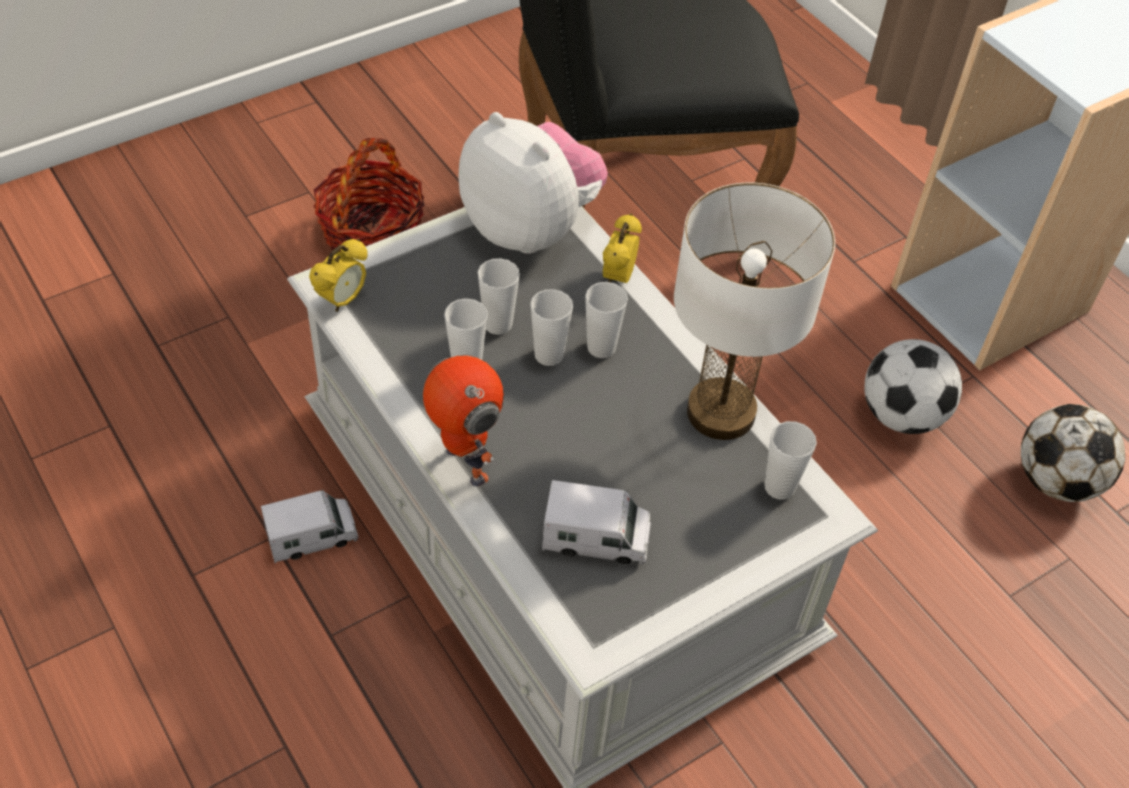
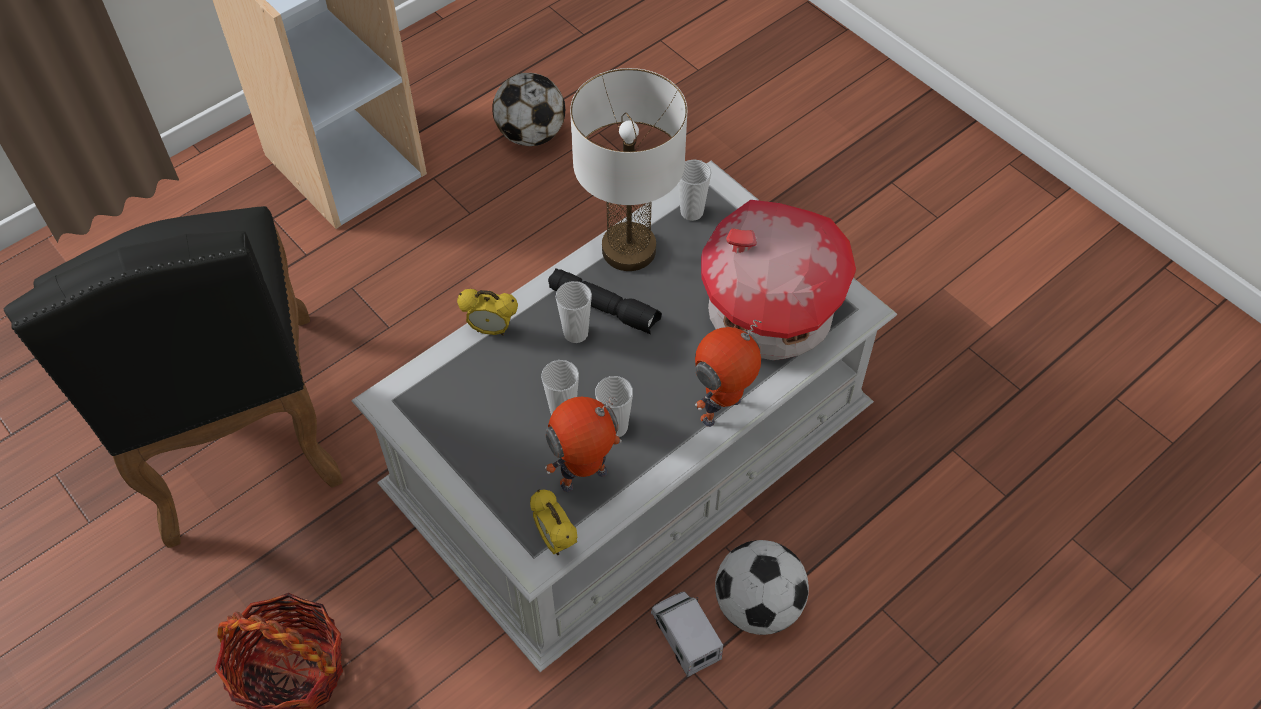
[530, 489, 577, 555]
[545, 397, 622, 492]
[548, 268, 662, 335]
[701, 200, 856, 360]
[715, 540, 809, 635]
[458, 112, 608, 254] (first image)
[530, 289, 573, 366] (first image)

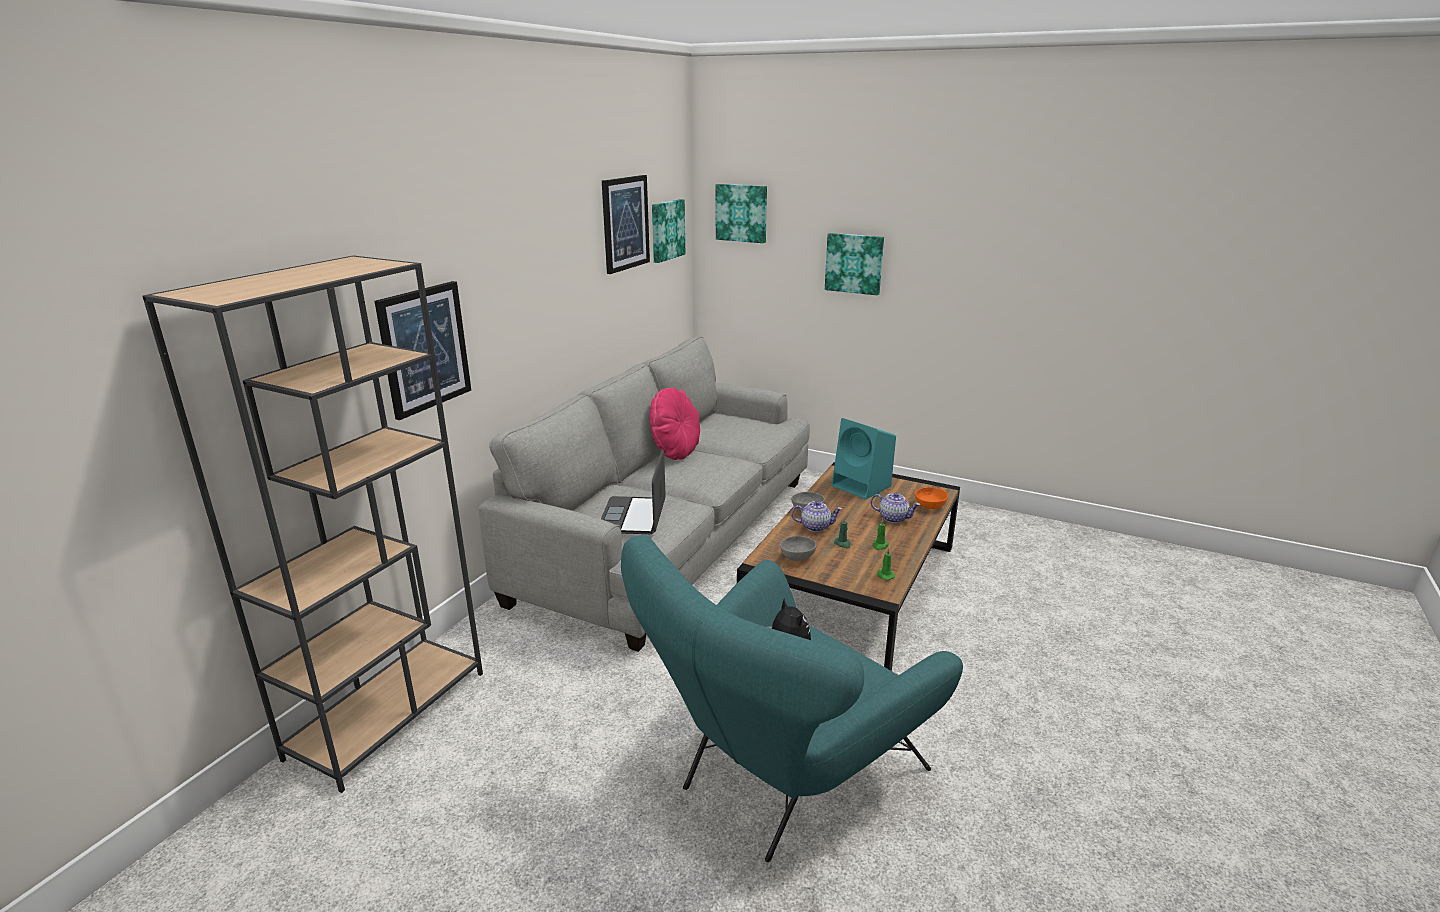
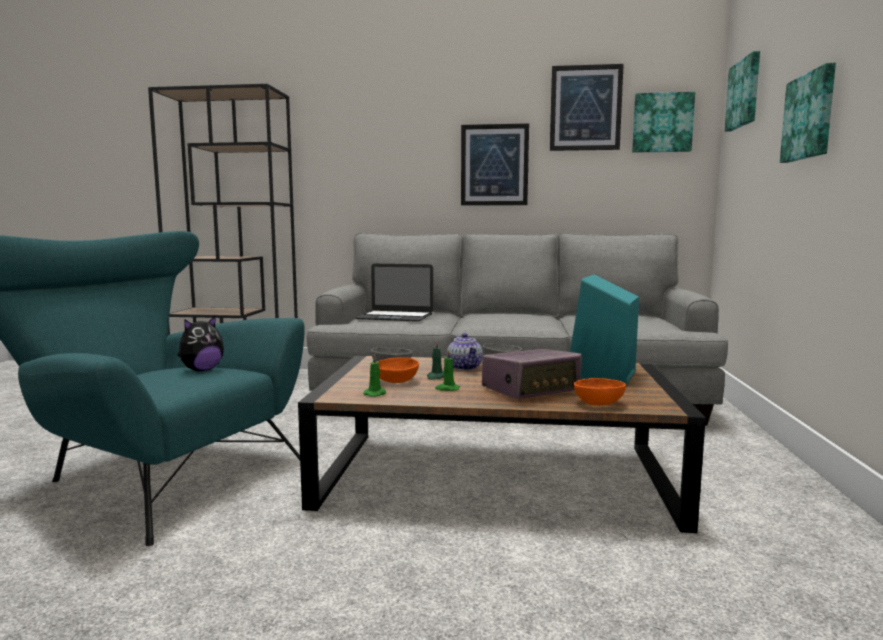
[355, 264, 433, 322]
[378, 357, 419, 383]
[461, 123, 529, 205]
[482, 349, 582, 399]
[649, 388, 700, 460] (first image)

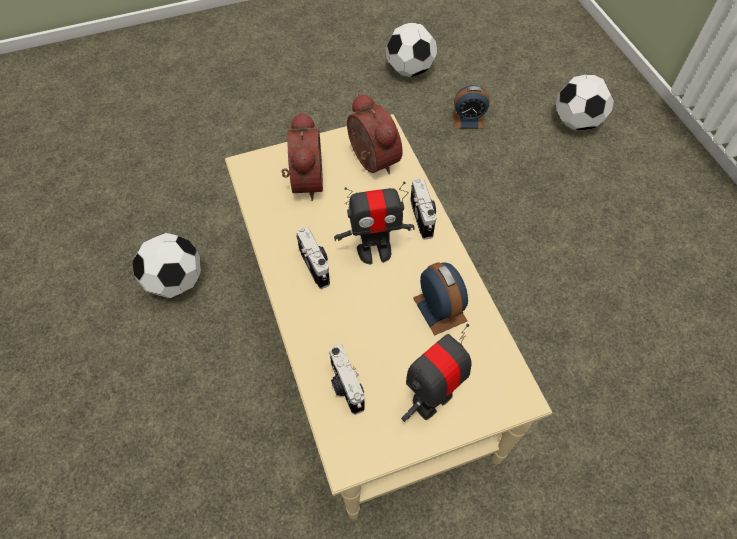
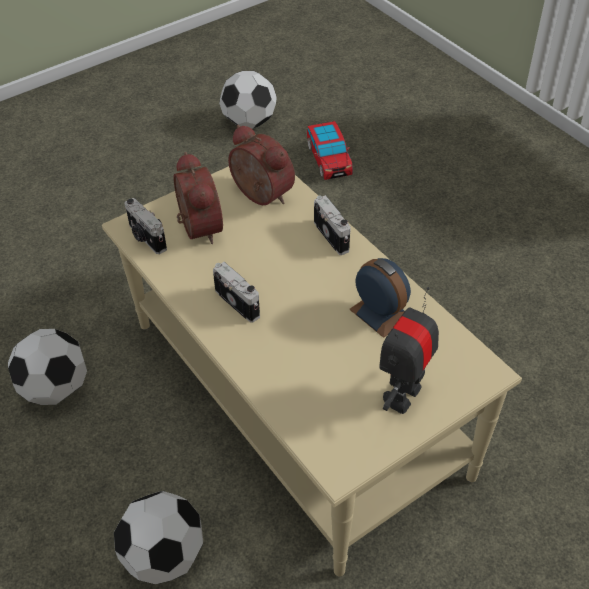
[114, 491, 203, 584]
[125, 198, 167, 254]
[307, 121, 353, 180]
[334, 181, 415, 264] (first image)

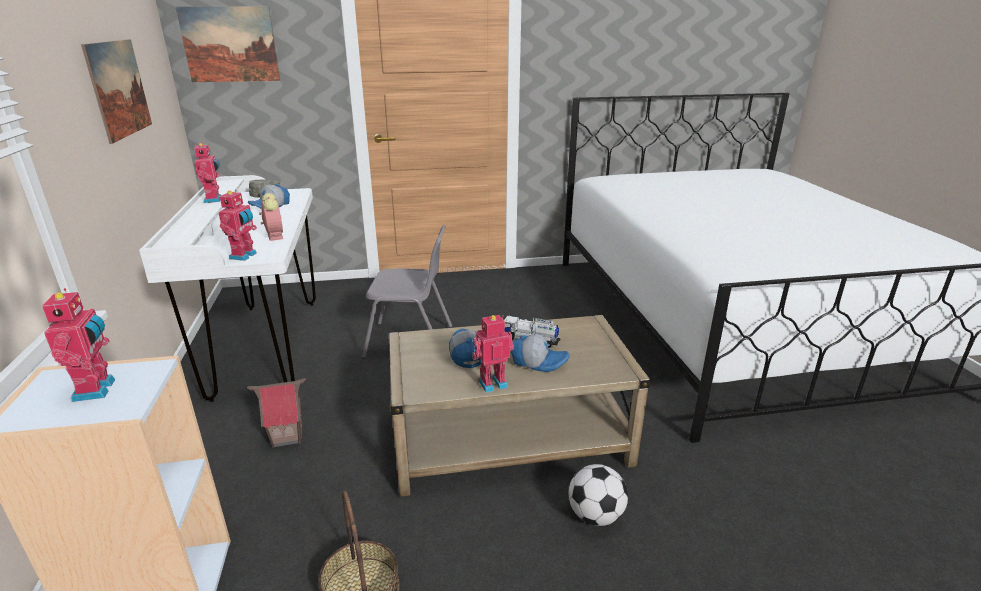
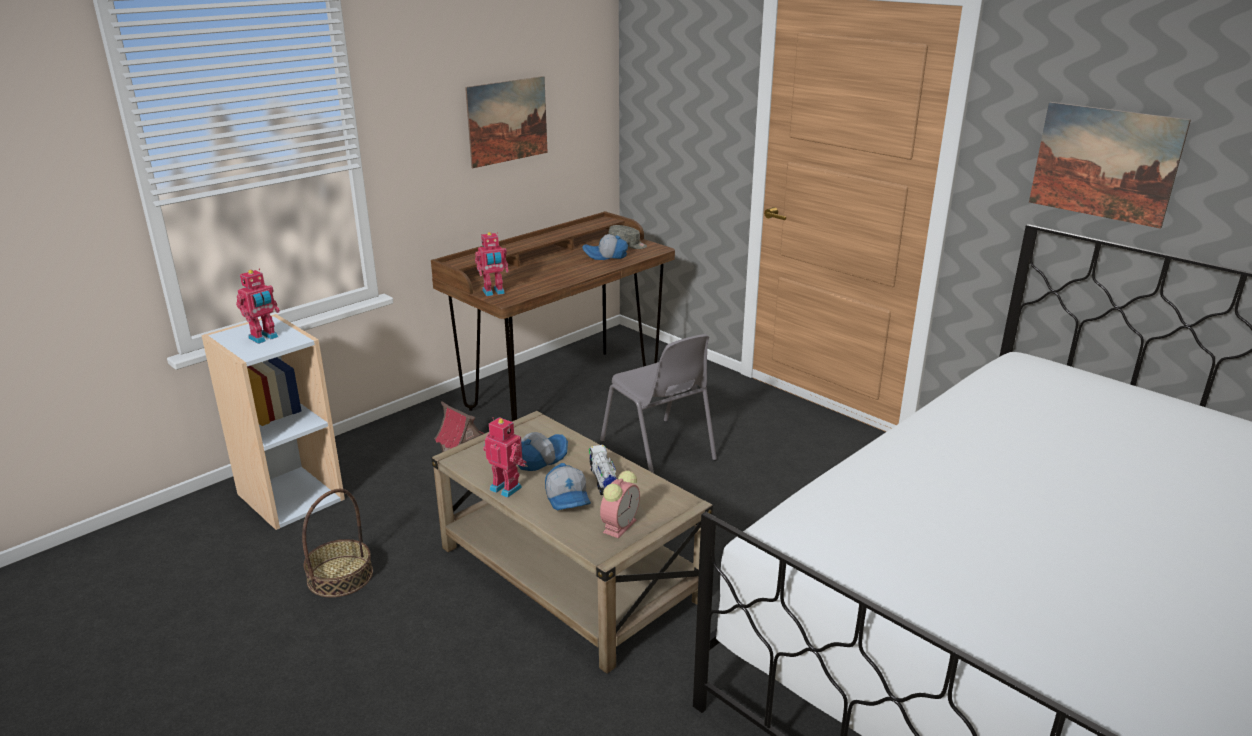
[431, 211, 675, 421]
[600, 470, 640, 538]
[1029, 102, 1191, 229]
[194, 142, 221, 203] (first image)
[569, 464, 628, 526] (first image)

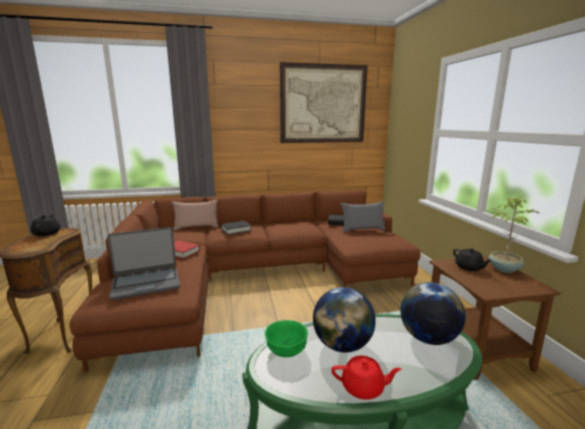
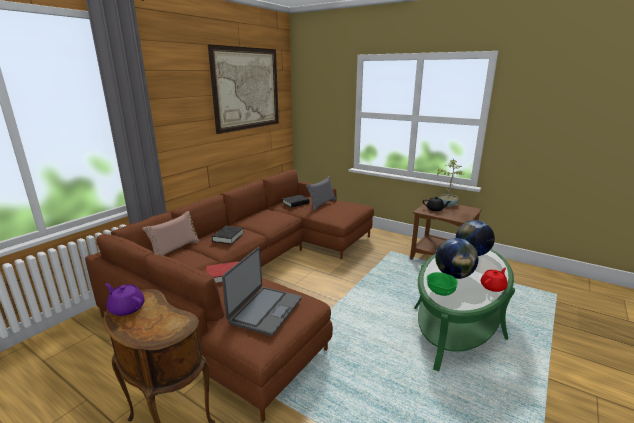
[105, 283, 144, 316]

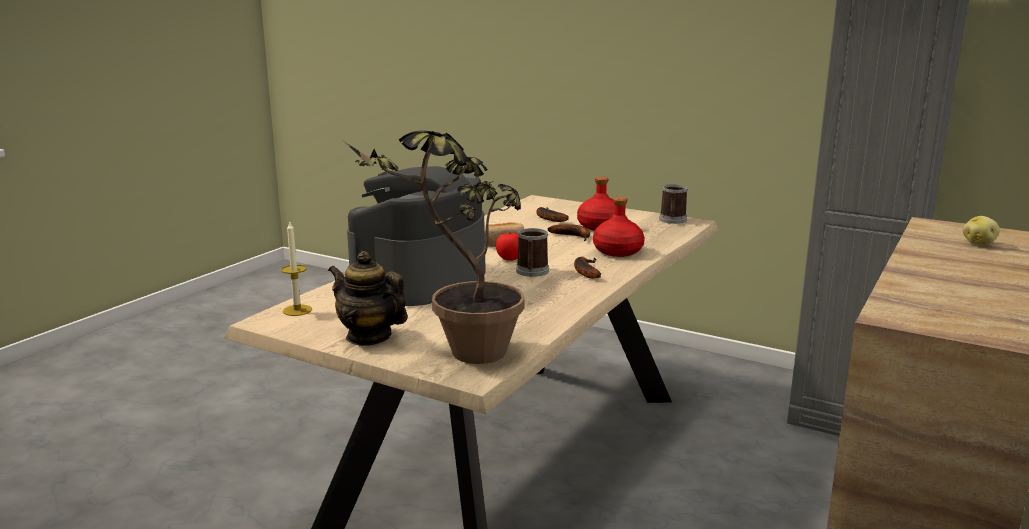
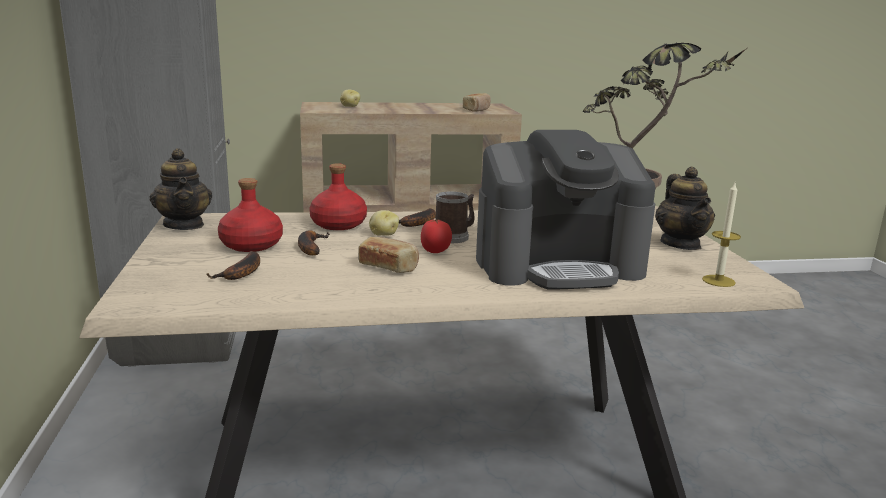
[150, 148, 212, 230]
[369, 210, 399, 235]
[463, 93, 491, 112]

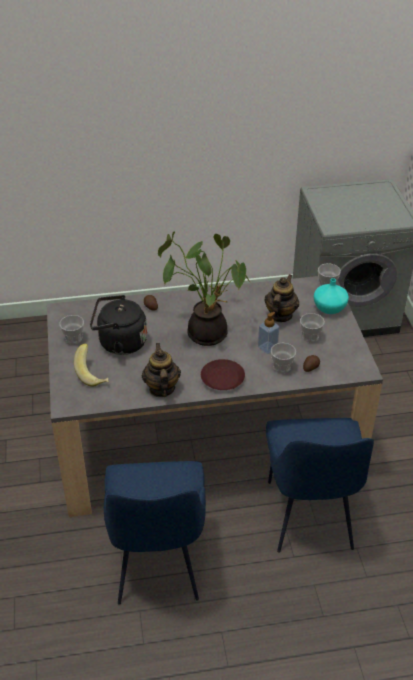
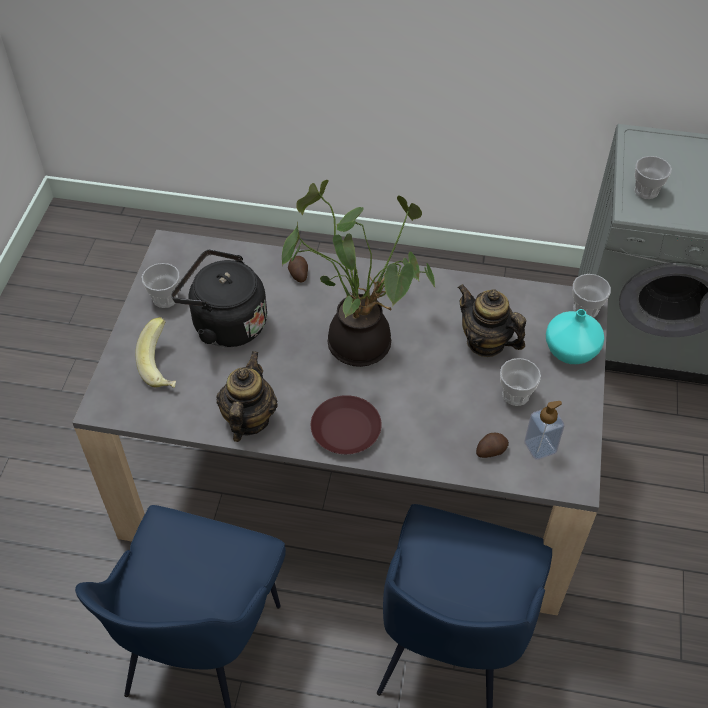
[457, 284, 526, 357]
[525, 401, 564, 460]
[635, 156, 672, 199]

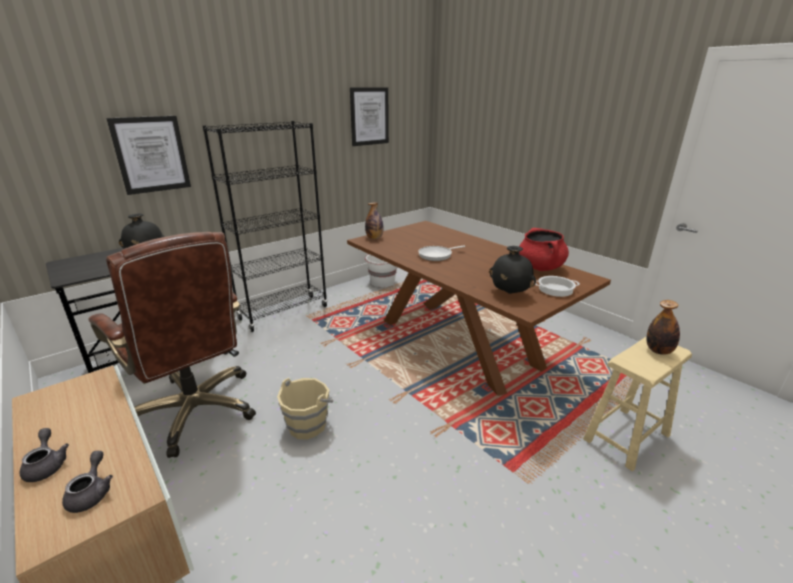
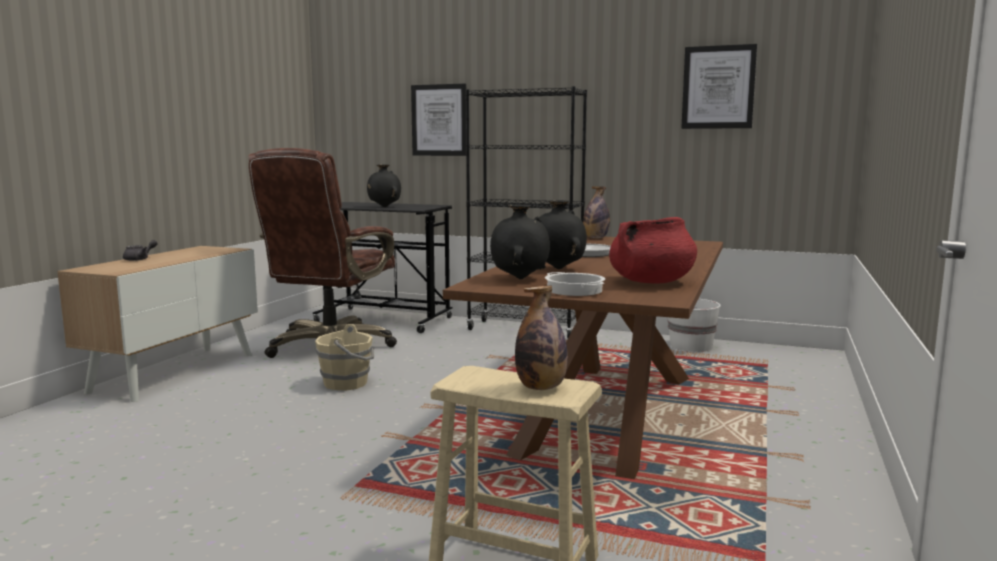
[539, 200, 587, 269]
[62, 451, 113, 513] (first image)

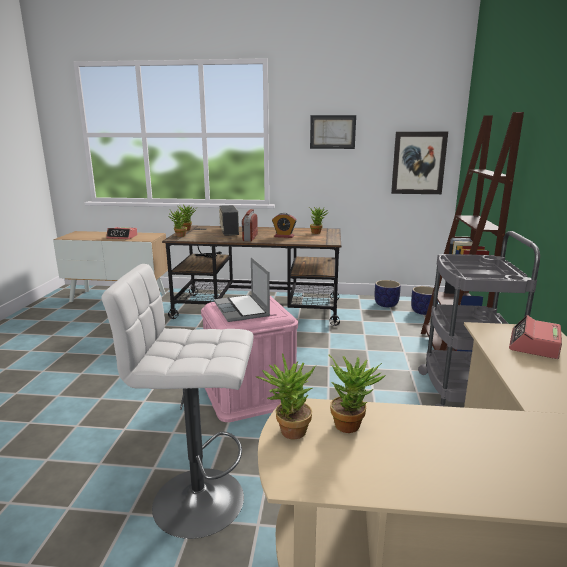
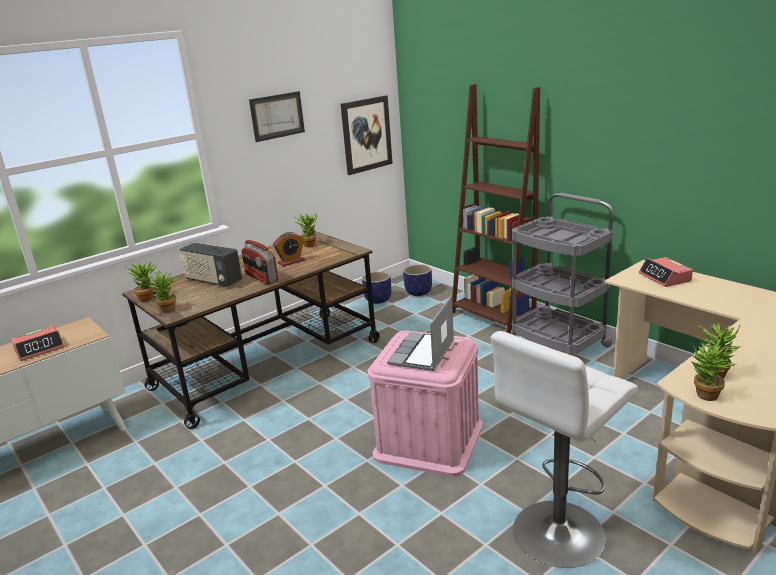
[387, 295, 454, 371]

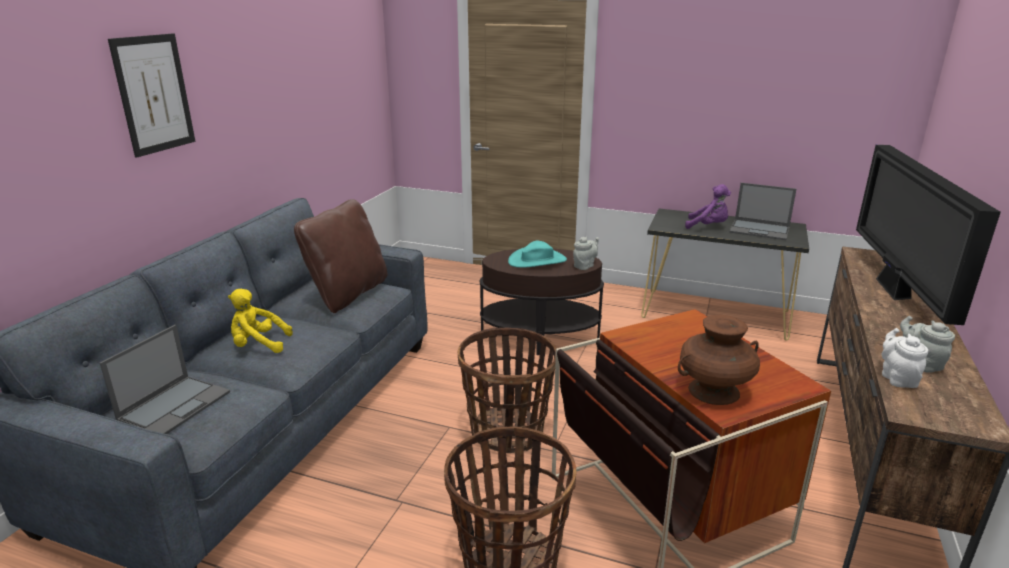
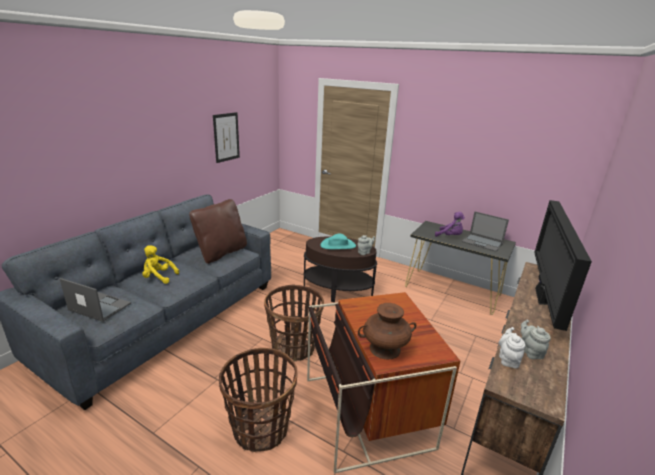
[60, 278, 131, 322]
[213, 112, 240, 163]

